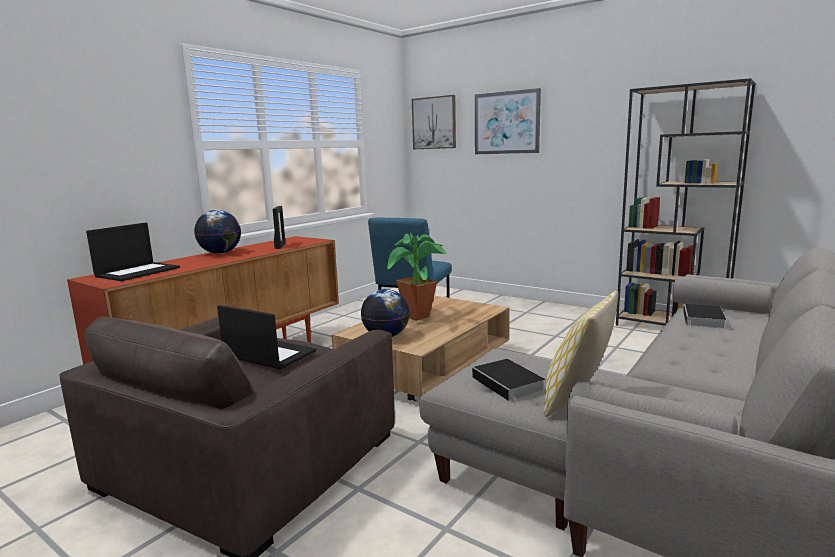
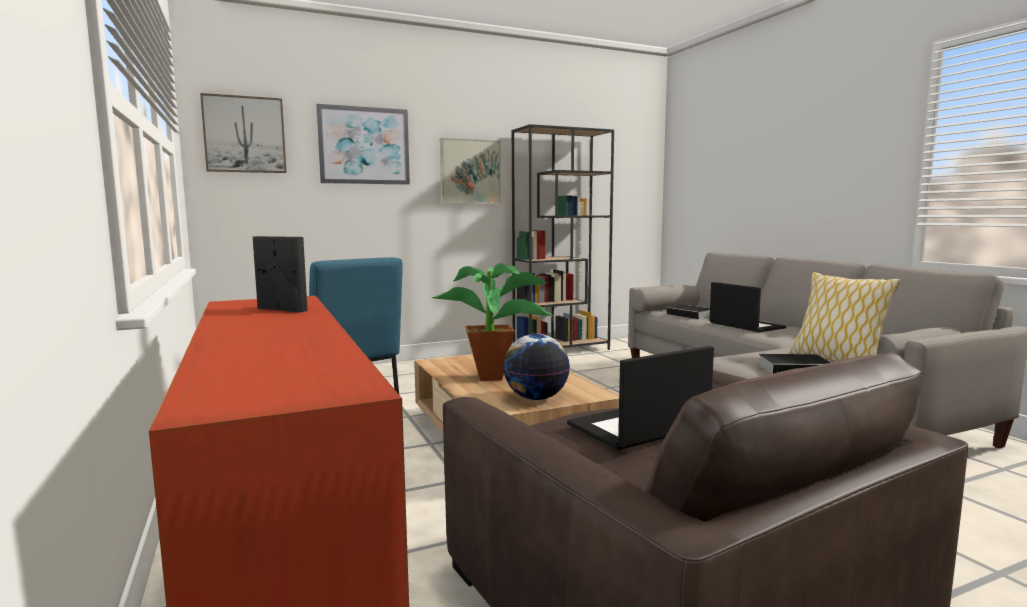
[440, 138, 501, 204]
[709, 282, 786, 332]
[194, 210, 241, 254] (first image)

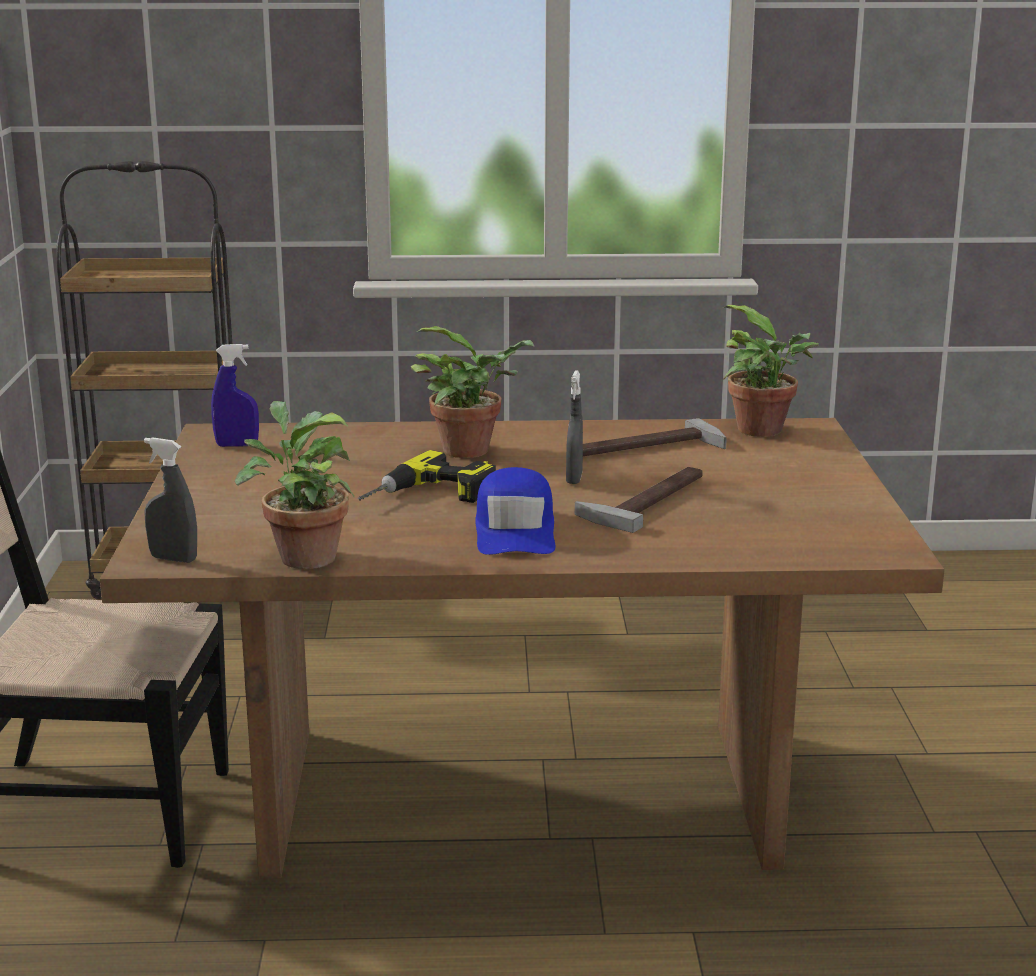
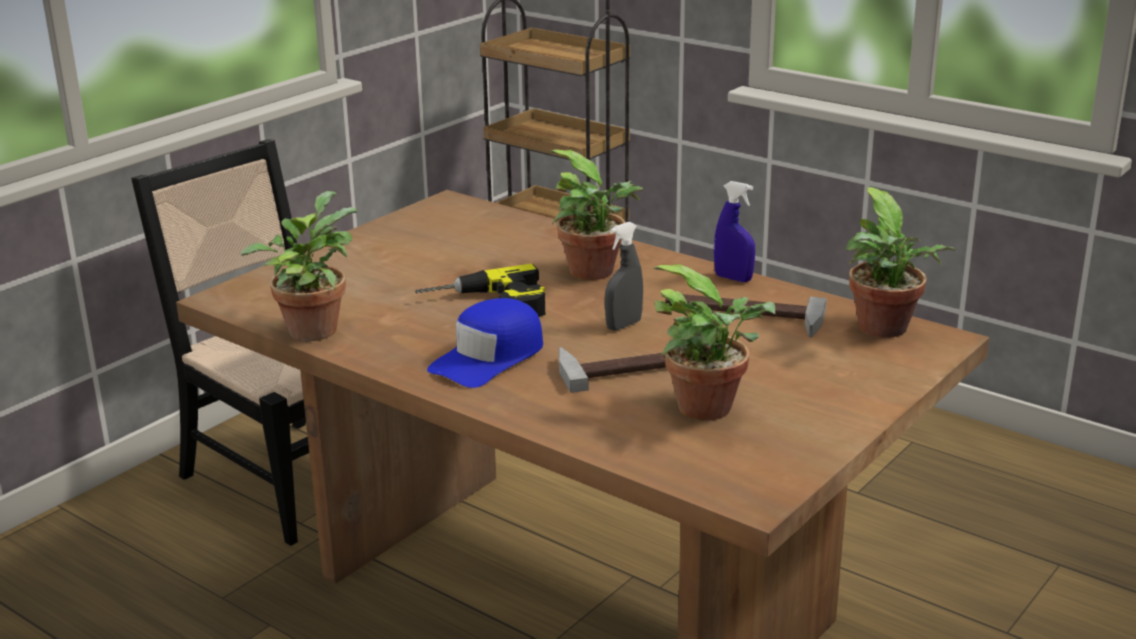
[653, 264, 775, 421]
[714, 181, 755, 282]
[144, 437, 197, 563] (first image)

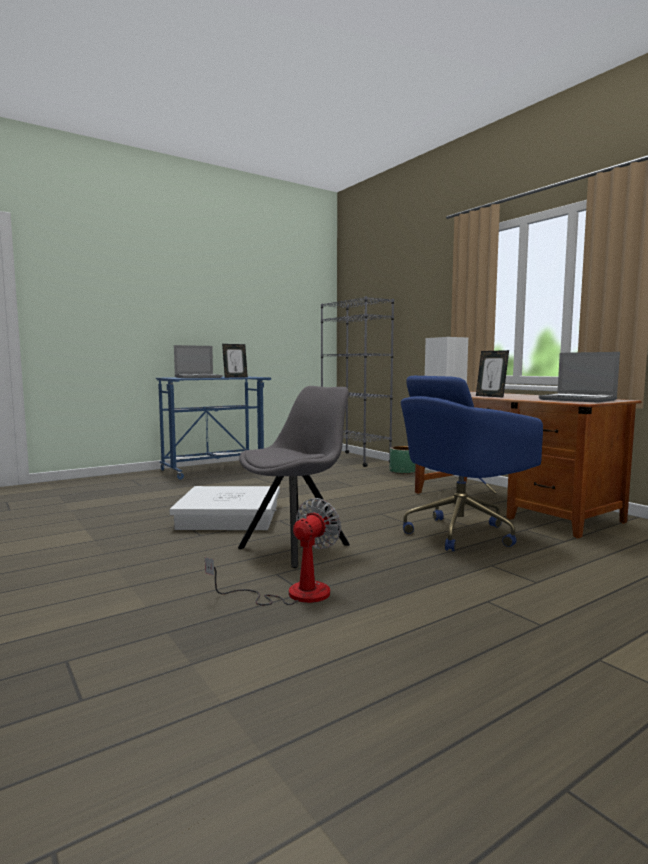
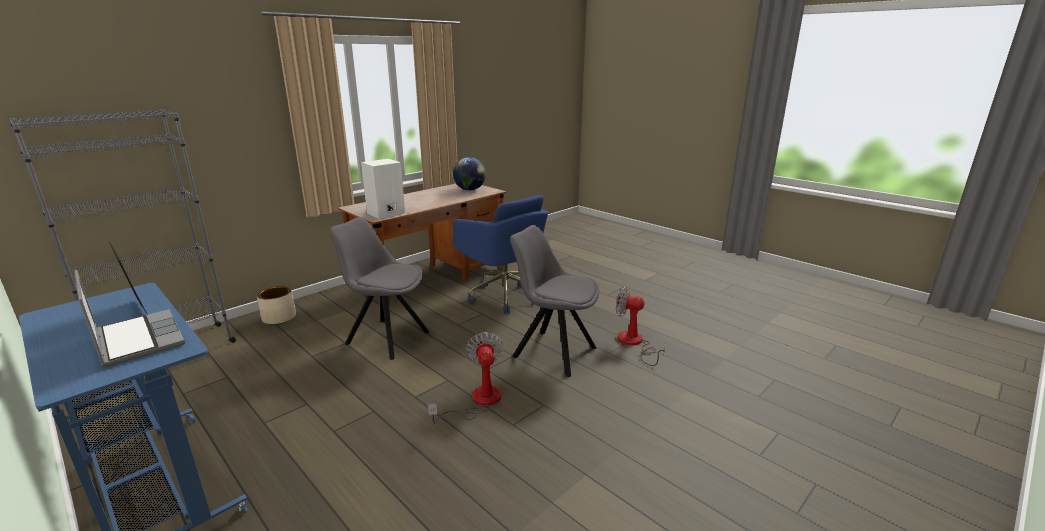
[257, 286, 296, 325]
[330, 217, 430, 360]
[428, 332, 503, 424]
[453, 157, 486, 191]
[476, 350, 509, 398] (first image)

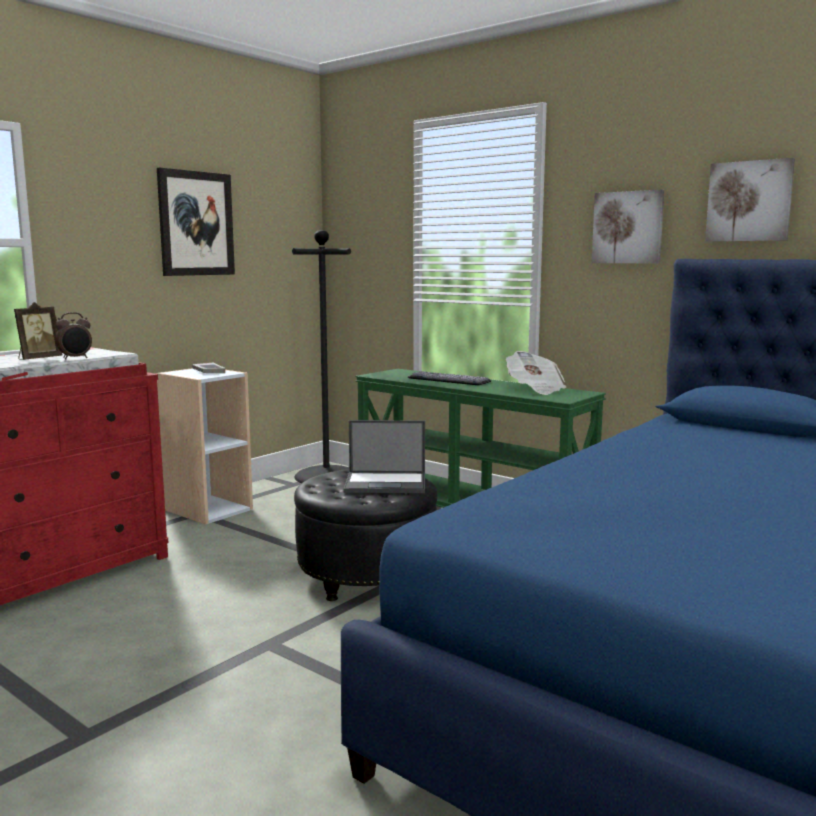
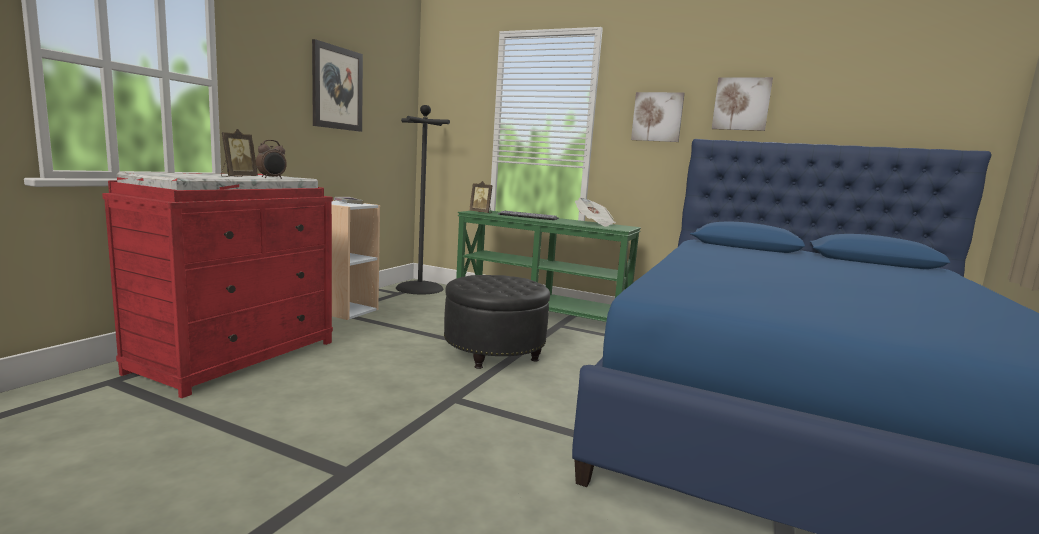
[470, 181, 493, 213]
[343, 420, 425, 493] (first image)

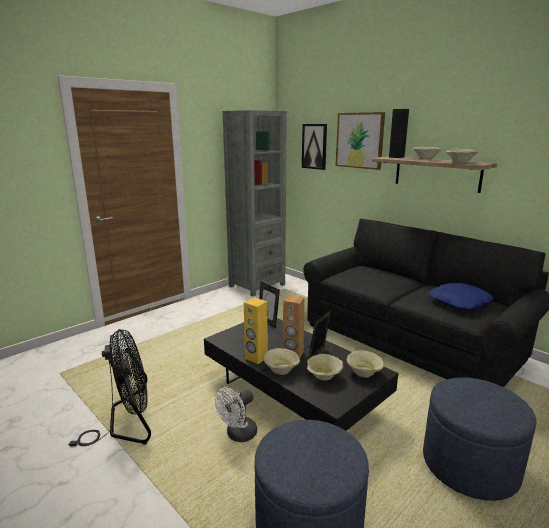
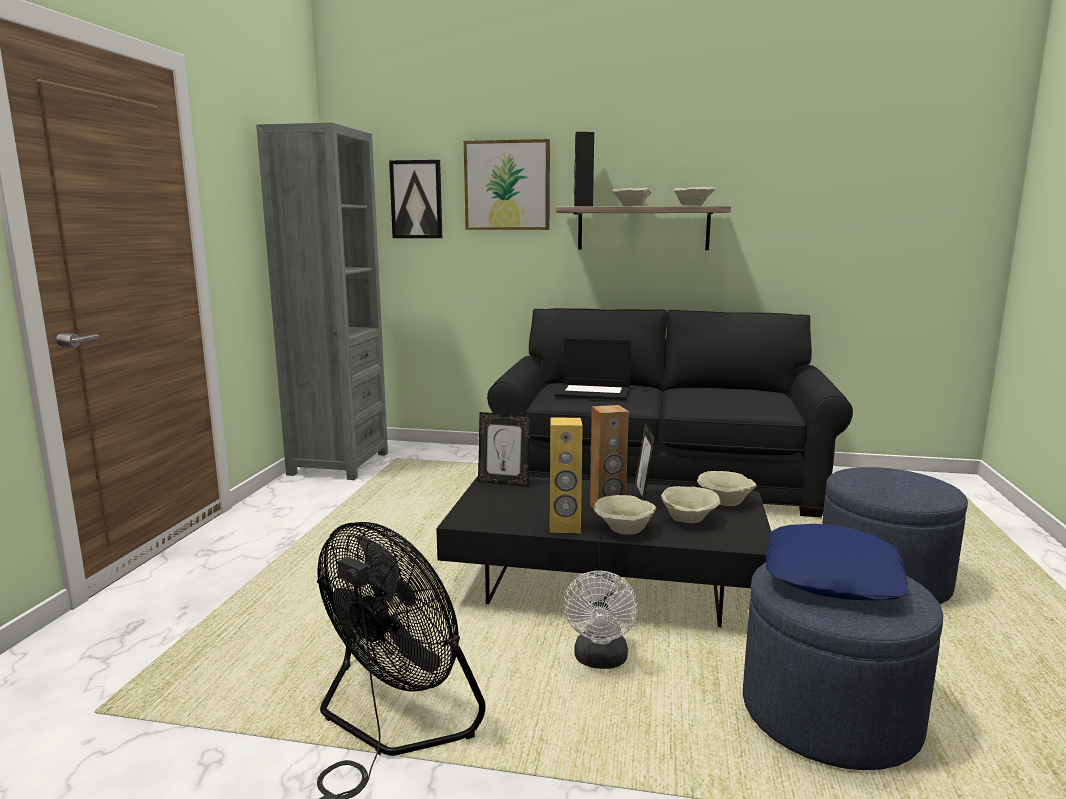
[555, 338, 631, 400]
[766, 524, 908, 600]

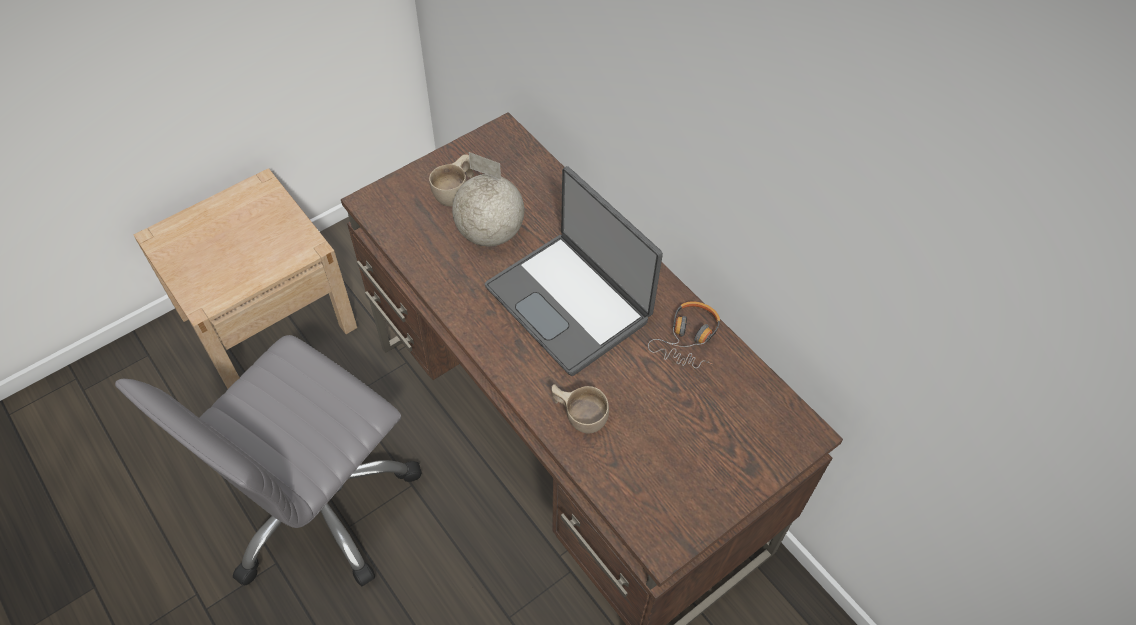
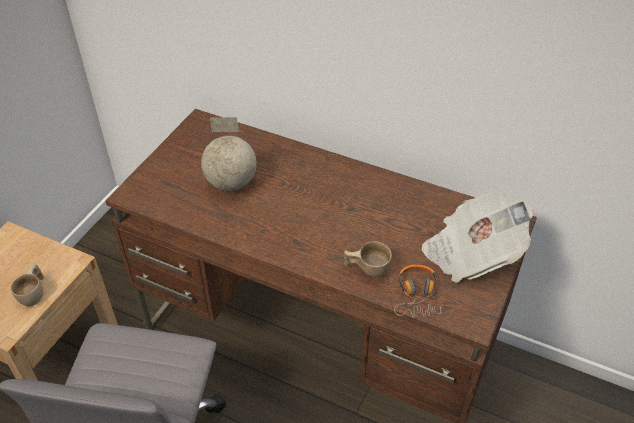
[10, 263, 44, 306]
[394, 265, 446, 318]
[422, 191, 534, 283]
[485, 166, 663, 376] (first image)

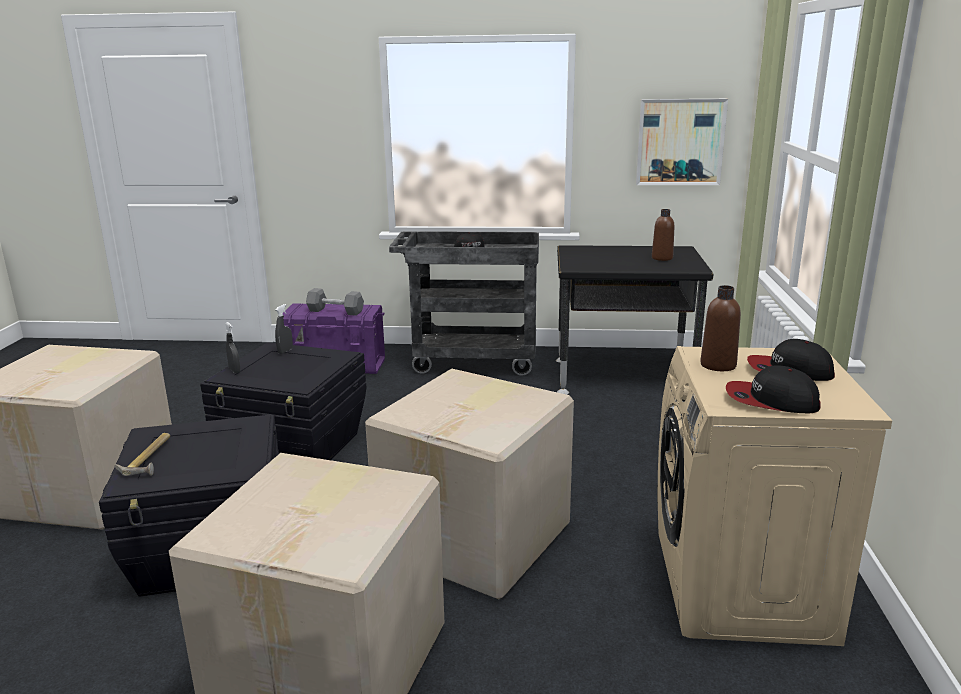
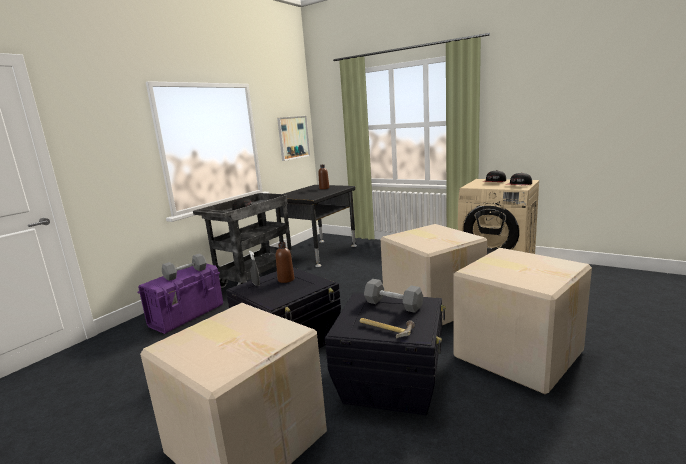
[276, 242, 294, 283]
[364, 279, 423, 313]
[225, 322, 240, 373] (first image)

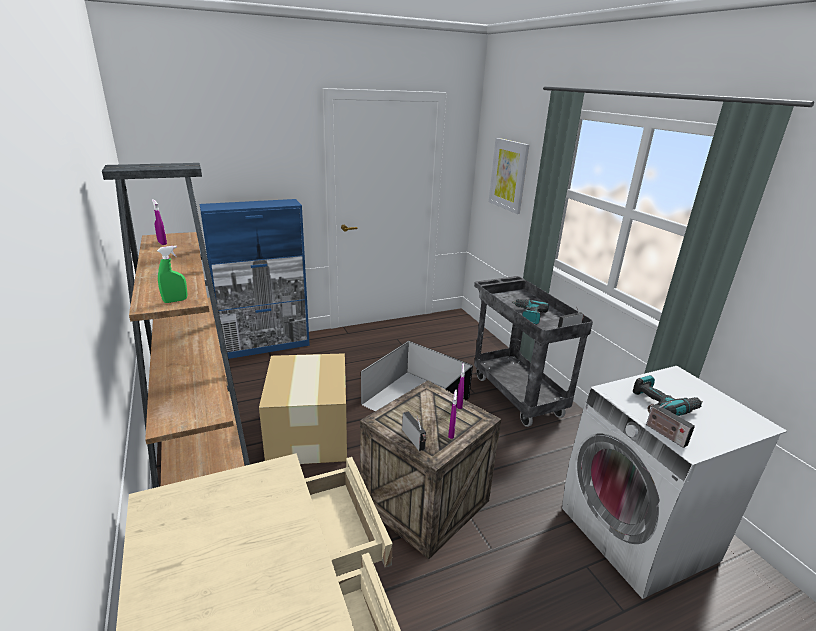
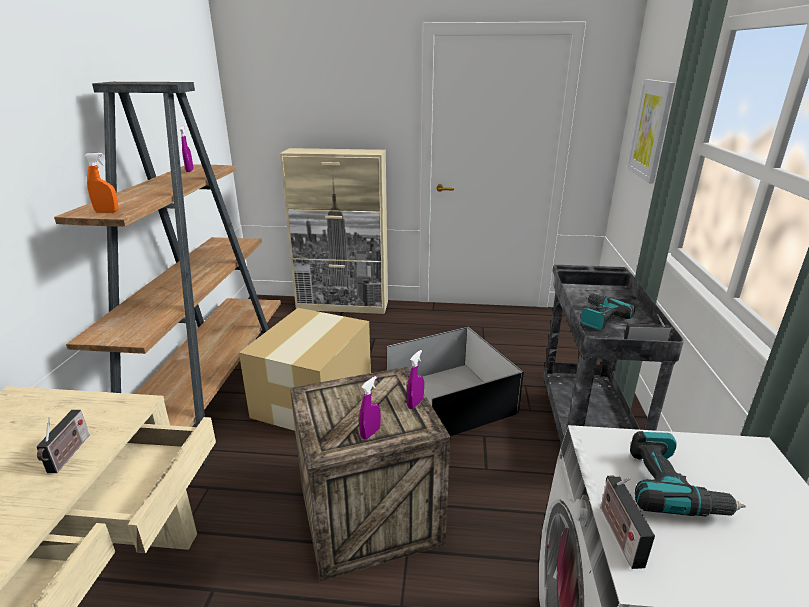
[36, 410, 90, 473]
[83, 153, 119, 213]
[280, 148, 388, 314]

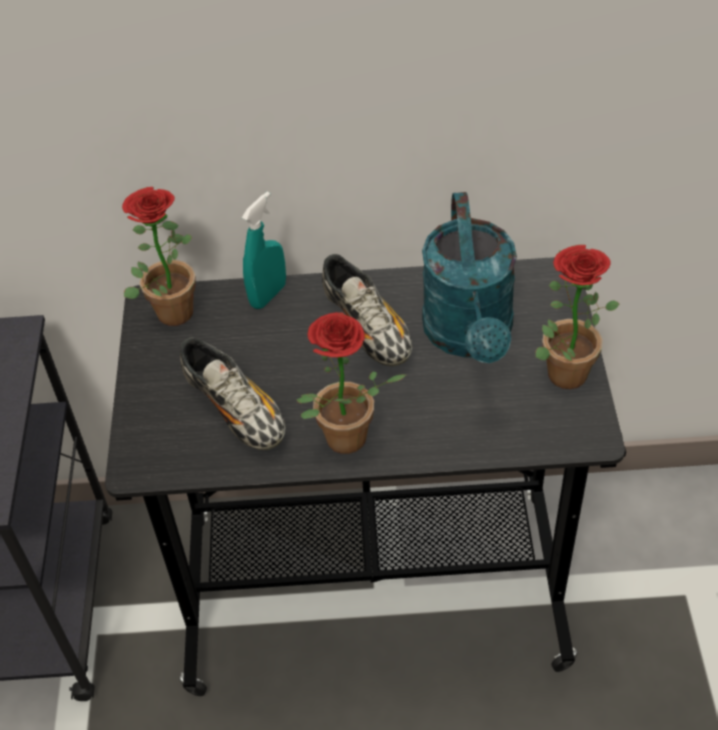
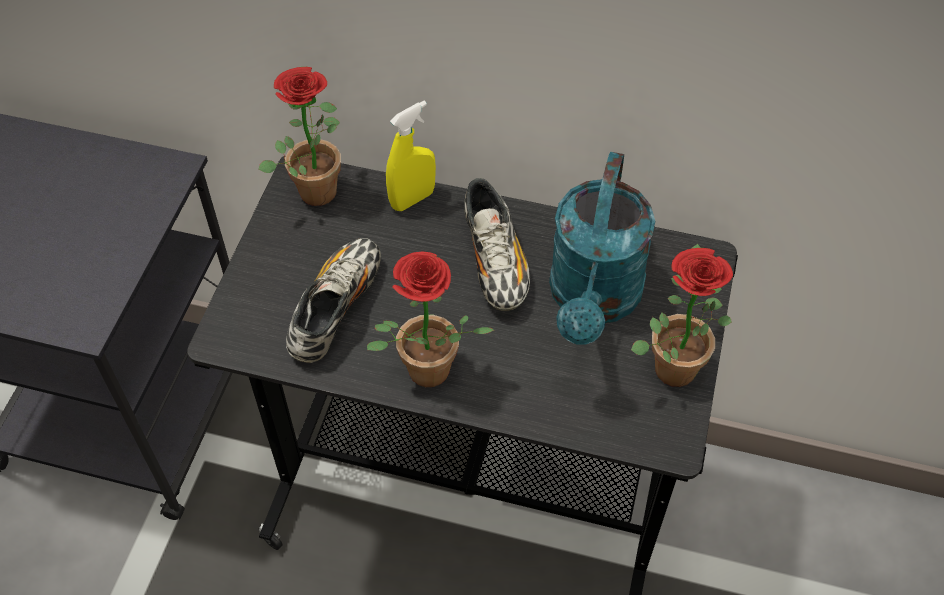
[286, 238, 381, 363]
[386, 100, 436, 211]

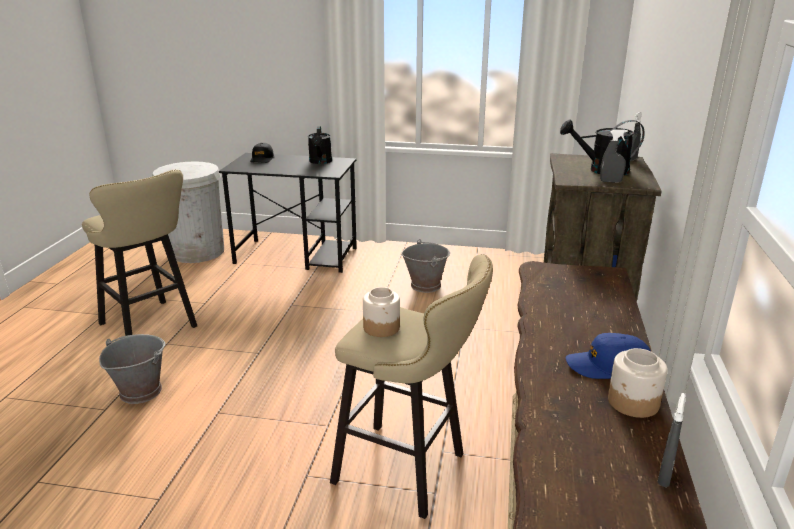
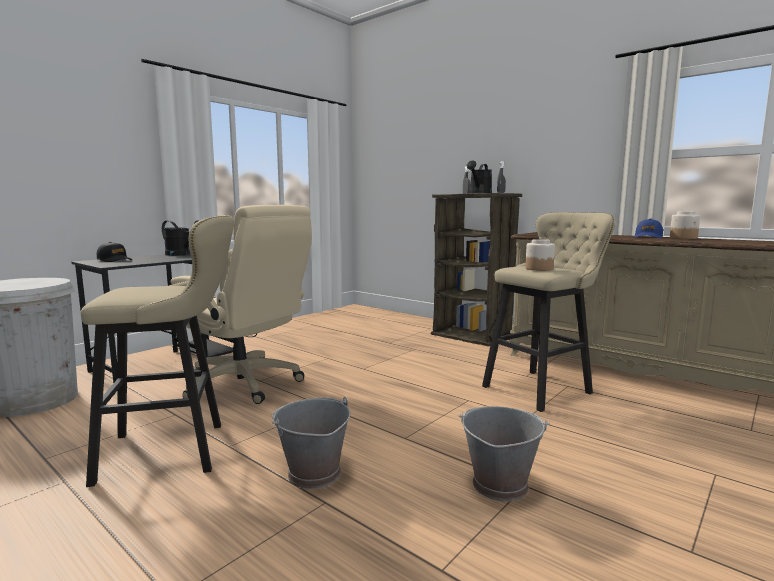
[171, 205, 312, 404]
[458, 406, 550, 502]
[658, 393, 686, 487] (first image)

